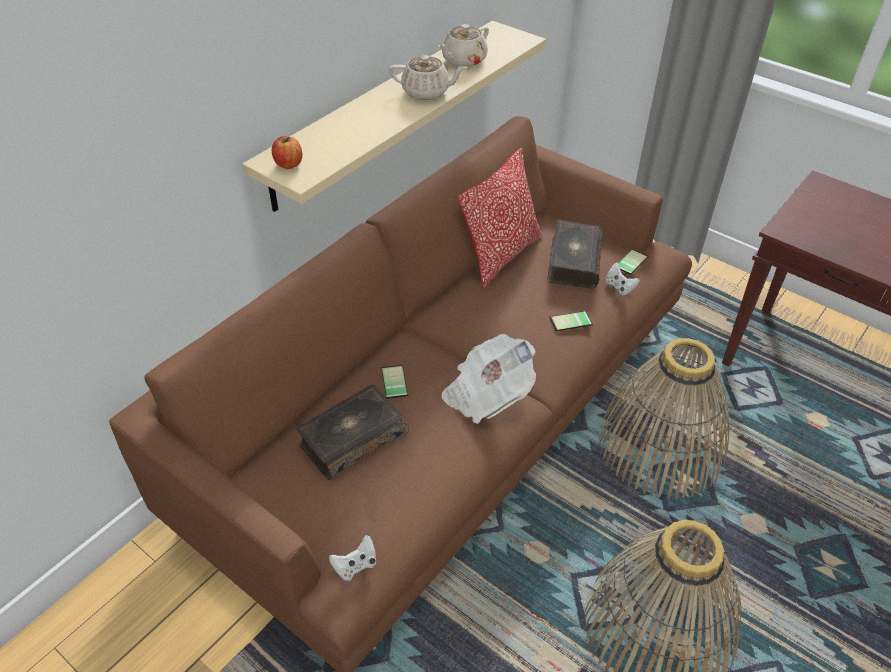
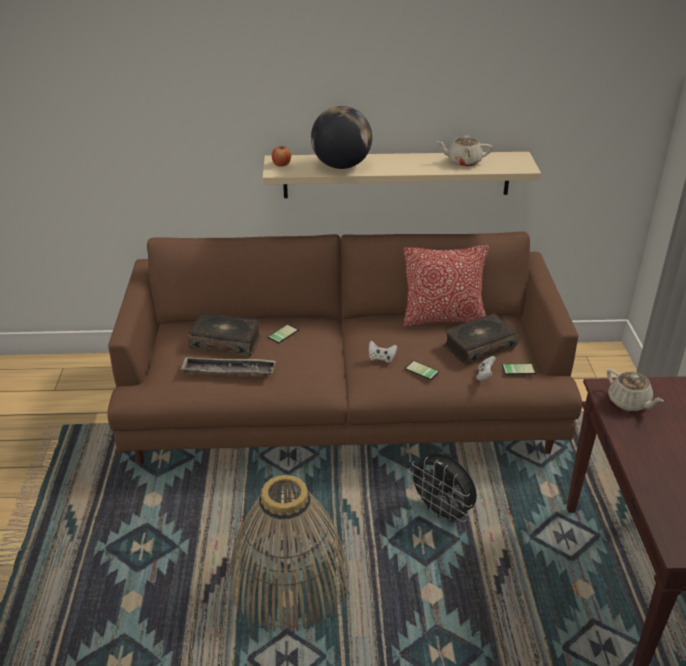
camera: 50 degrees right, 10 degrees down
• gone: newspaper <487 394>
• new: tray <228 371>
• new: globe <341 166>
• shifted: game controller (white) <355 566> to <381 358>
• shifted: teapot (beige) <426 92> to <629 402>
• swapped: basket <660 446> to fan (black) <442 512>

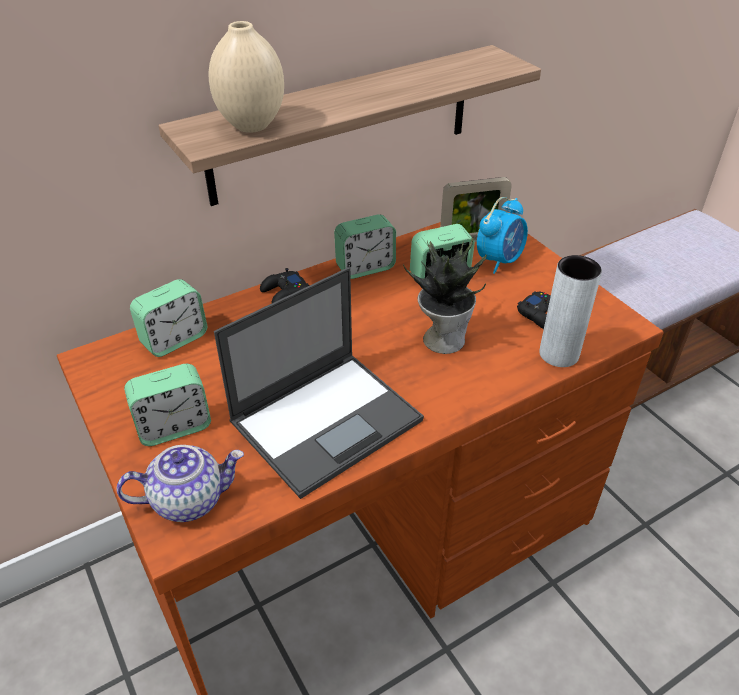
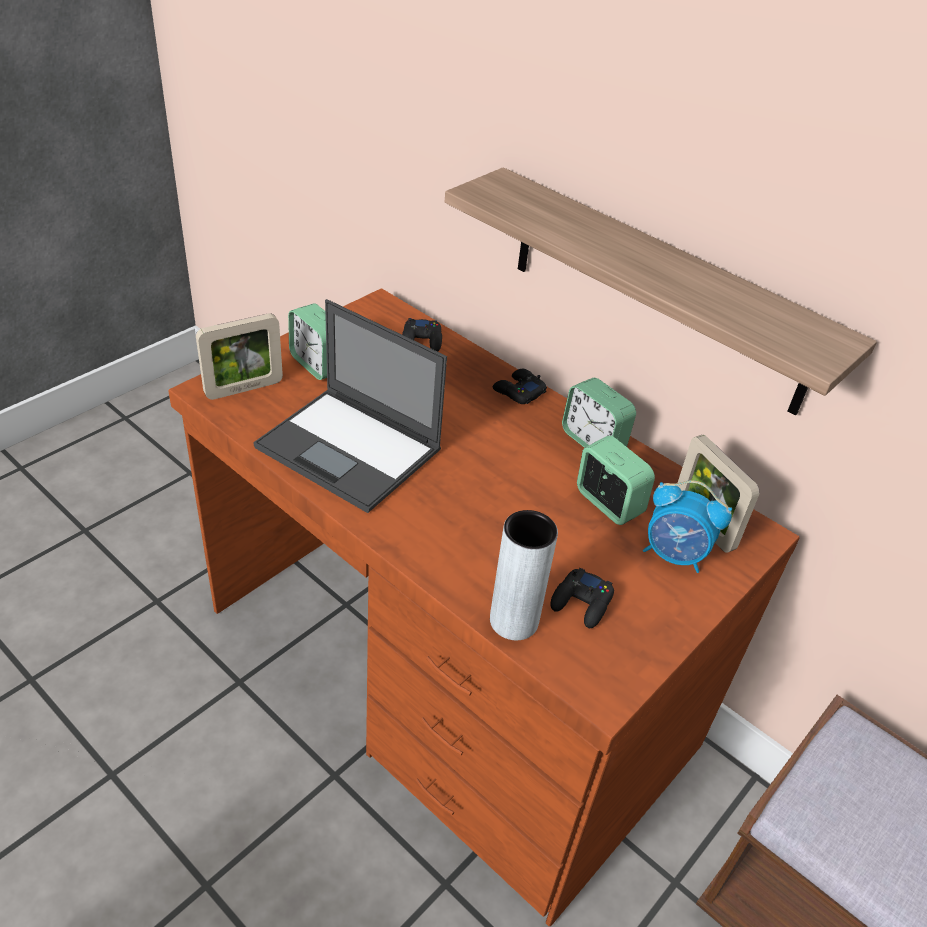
camera: 70 degrees right, 0 degrees up
• gone: vase (beige) <250 125>
• gone: potted plant <443 338>
• swapped: teapot <189 499> to picture frame <244 389>
• swapped: alarm clock <174 339> to game controller (black) <422 340>

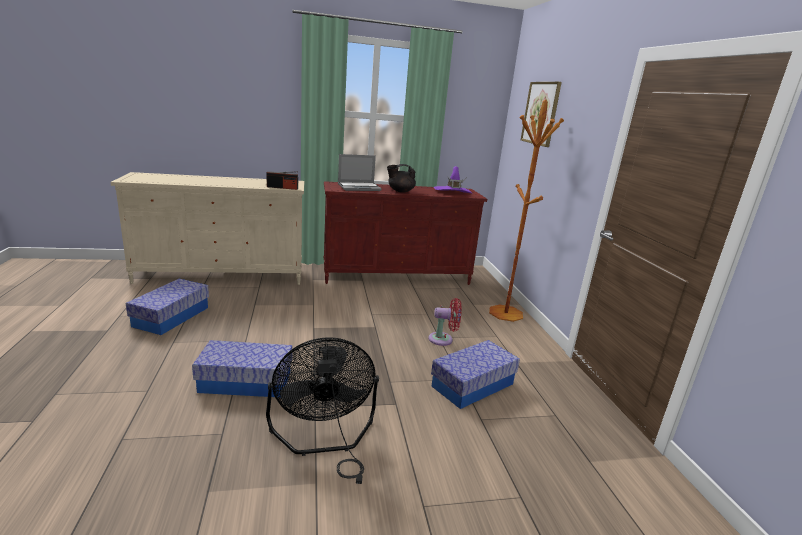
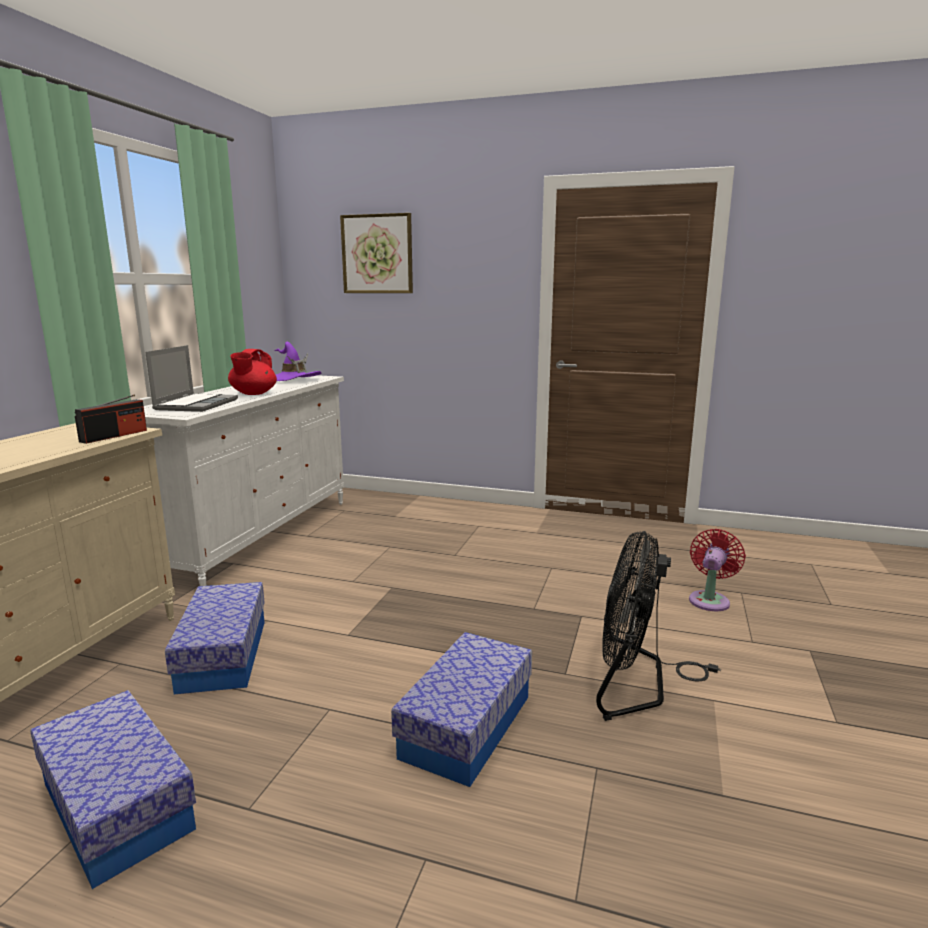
camera: 60 degrees left, 5 degrees down
• gone: clothes rack (orange) <506 313>
• shifted: fan (red) <443 339> to <710 599>
• shifted: storage box <472 385> to <223 655>
• repainted: dresser (red) <396 277> to dresser (white) <259 538>
• repainted: teapot (black) <400 191> to teapot (red) <253 394>

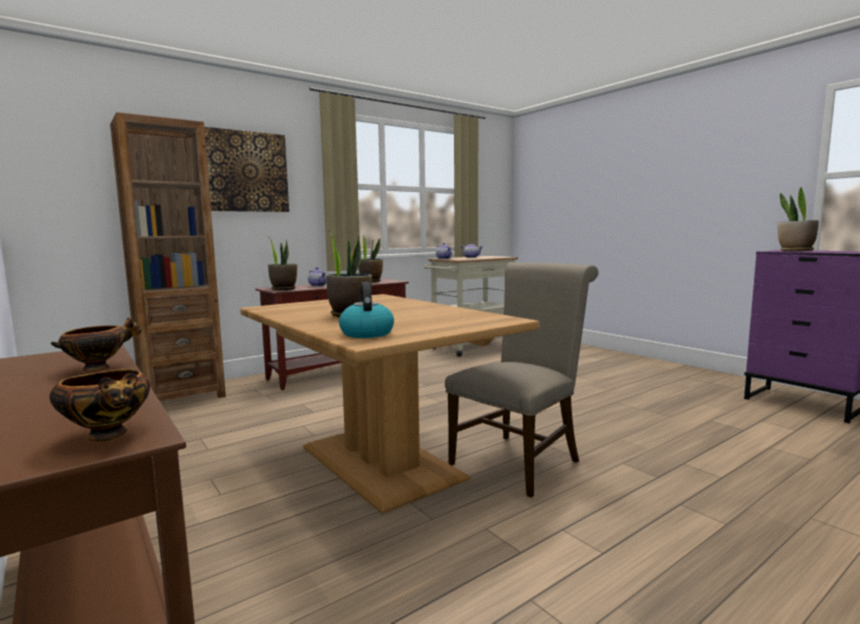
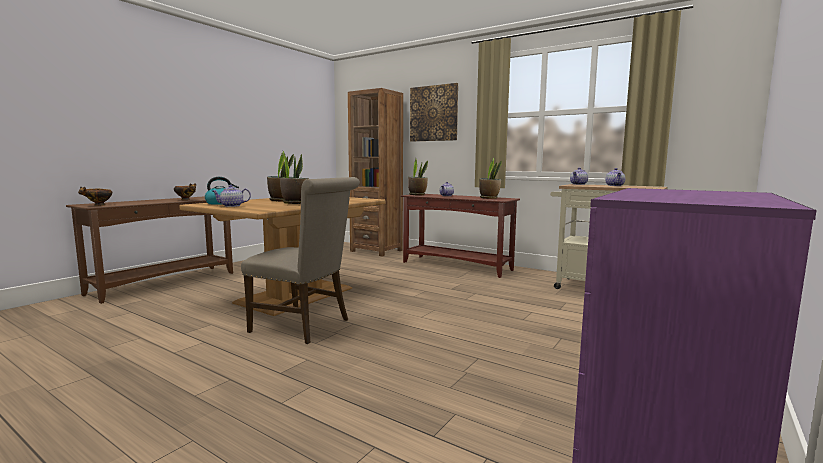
camera: 70 degrees right, 0 degrees up
• new: teapot <231 206>
• shifted: potted plant <795 251> to <295 203>

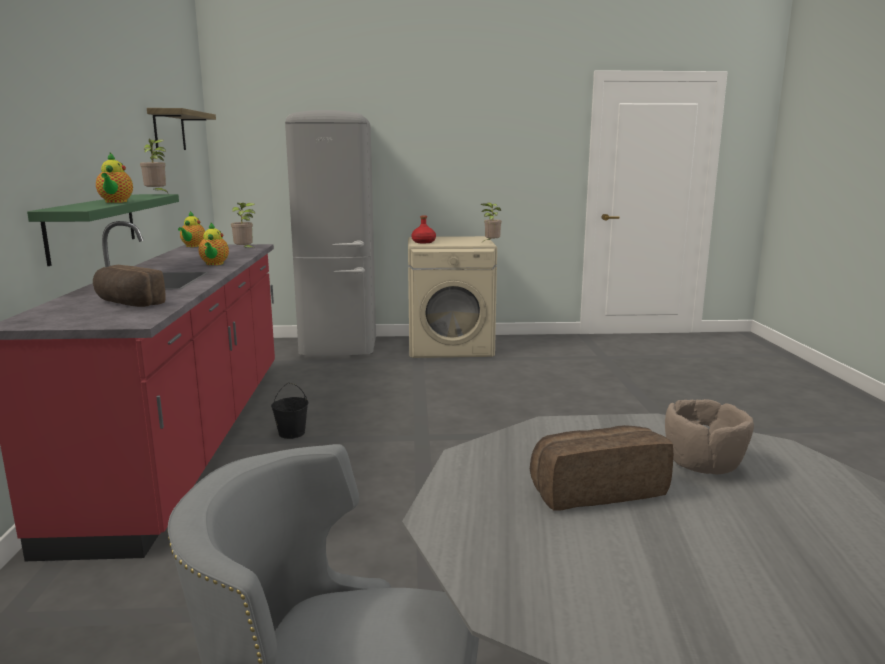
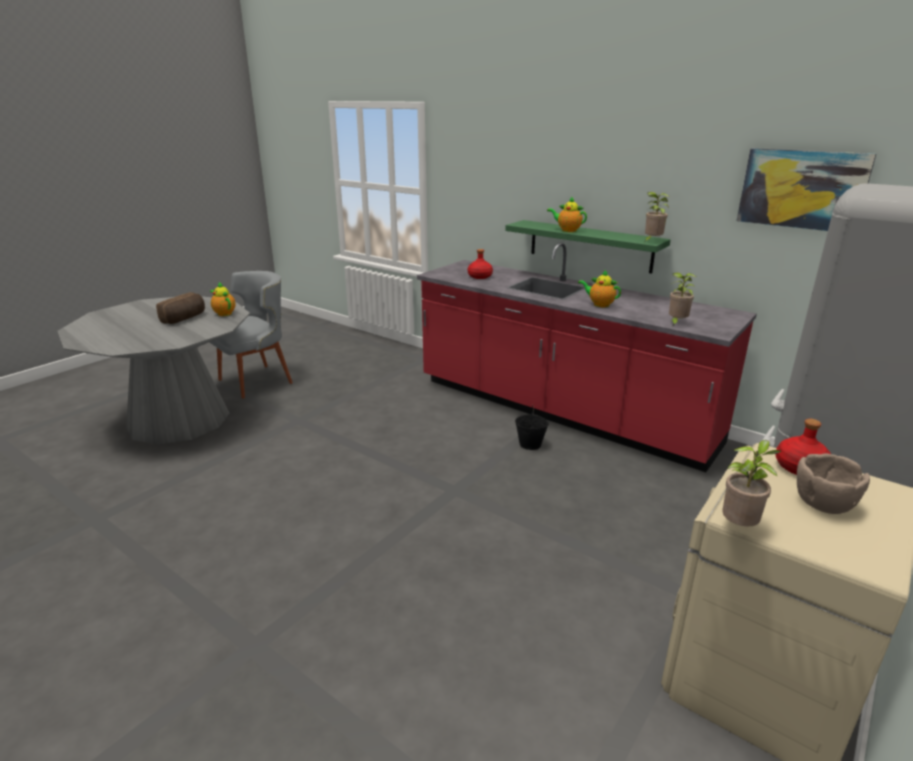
camera: 130 degrees right, 10 degrees up
• shifted: teapot <193 246> to <224 313>
• shifted: bowl (brown) <704 466> to <822 503>
• swapped: bread <127 303> to bottle (red) <480 276>
• swapped: shelf <169 130> to picture <802 189>

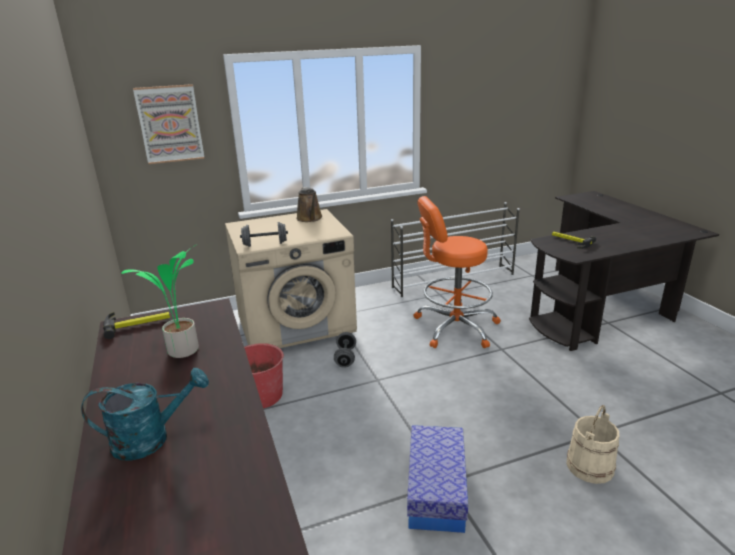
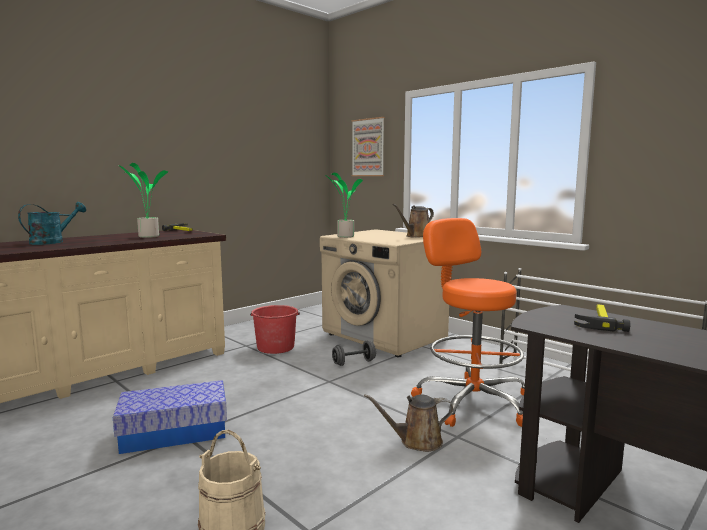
camera: 65 degrees right, 15 degrees down
• new: watering can (brown) <416 441>
• swapped: dumbbell (grey) <265 244> to potted plant <344 236>
• rotated: watering can (turquoise) <151 439> = <52 242> 105 degrees counterclockwise

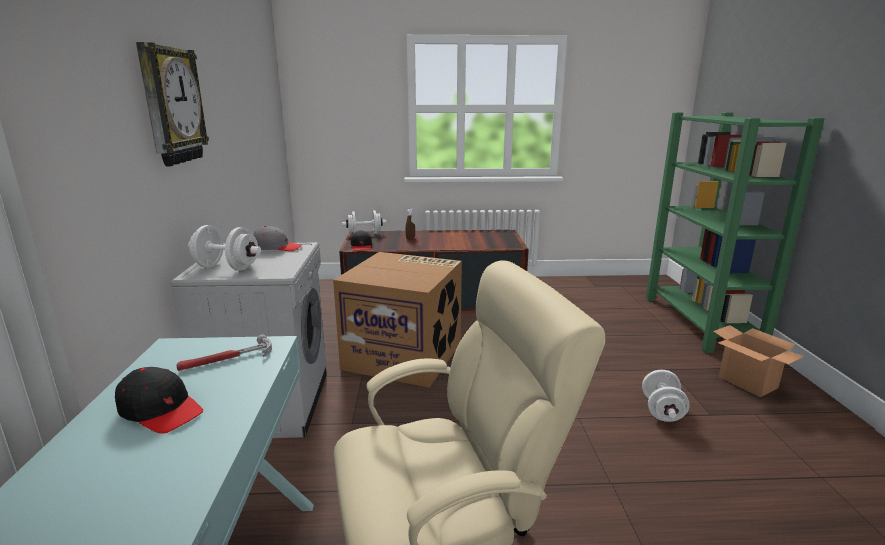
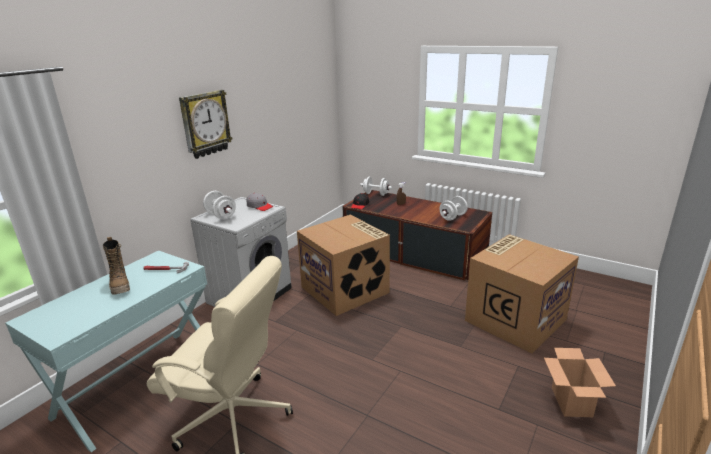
camera: 35 degrees right, 5 degrees up
• gone: bookcase (green) <700 322>
• new: cardboard box <515 319>
• shifted: dumbbell (white) <662 410> to <452 217>
• swapped: cap (black) <161 410> to boot <120 285>

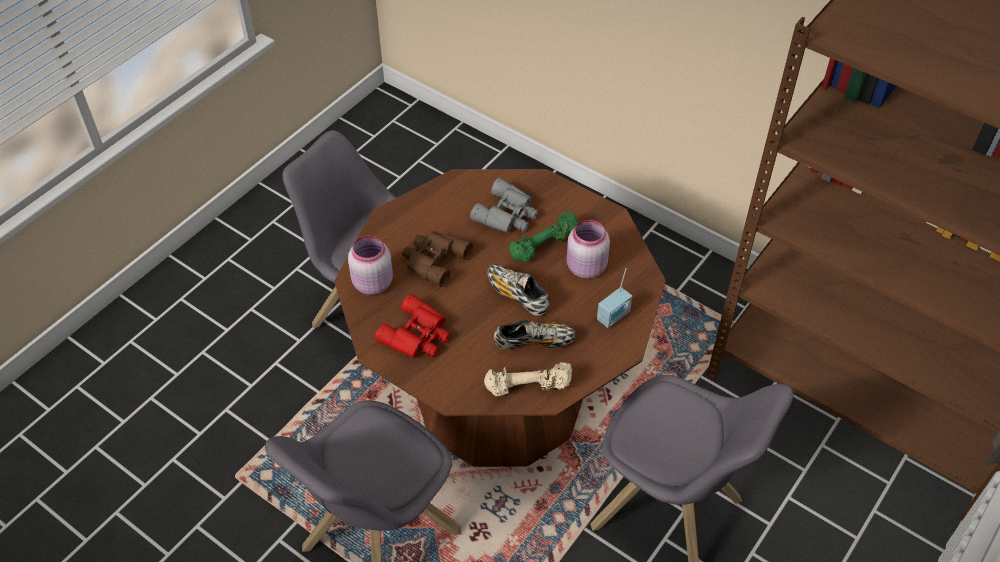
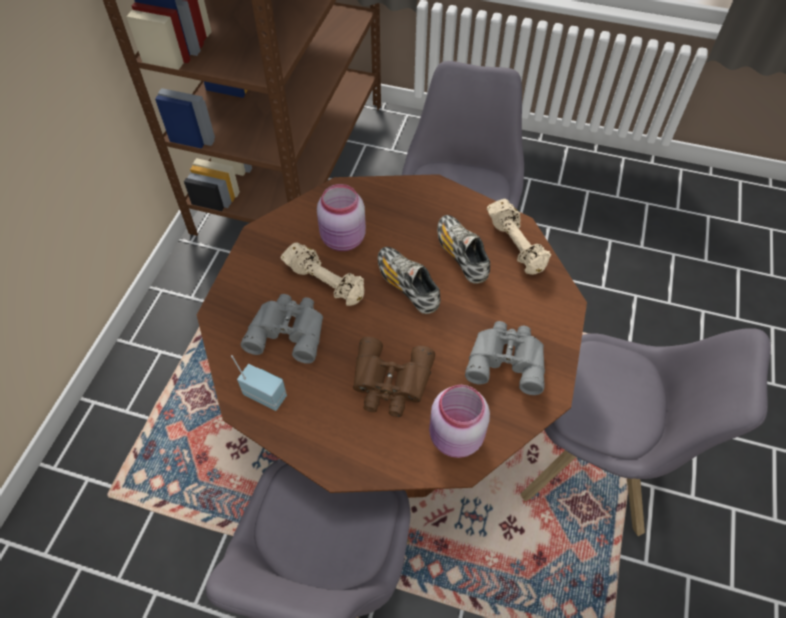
camera: 110 degrees left, 5 degrees up
• shifted: radio <614 317> to <266 394>
• repainted: binoculars (red) <418 335> to binoculars (grey) <506 359>
• repainted: dumbbell (green) <544 246> to dumbbell (beige) <326 282>
• rotated: shoe <517 295> = <407 286> 120 degrees clockwise

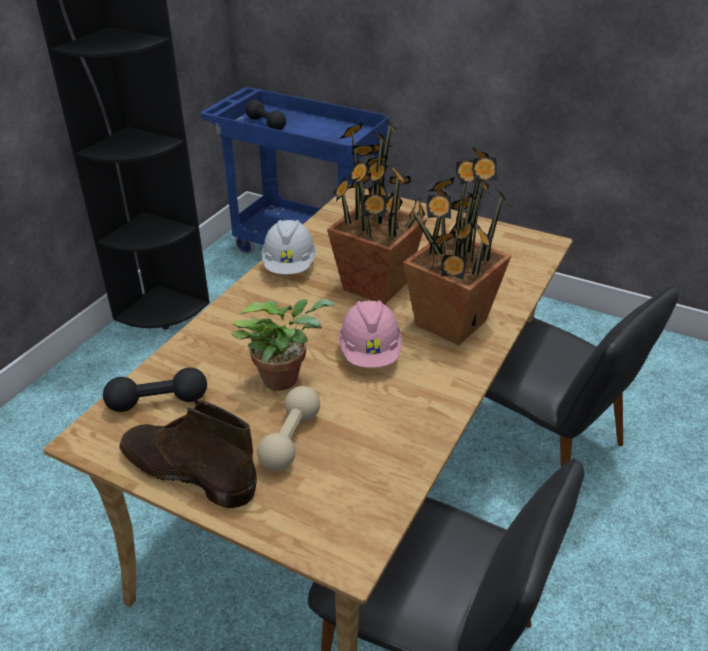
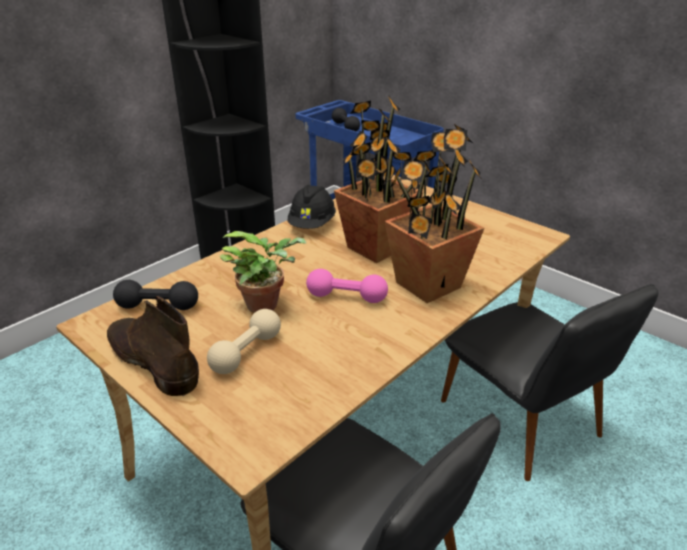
camera: 15 degrees right, 5 degrees down
• swapped: hard hat (pink) <370 352> to dumbbell (pink) <346 297>
• repainted: hard hat (white) <289 266> to hard hat (black) <312 224>

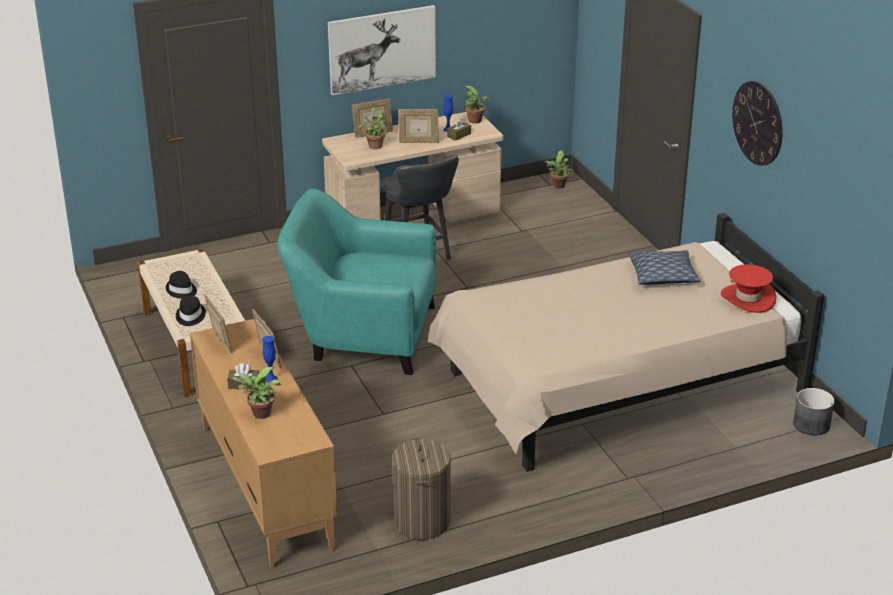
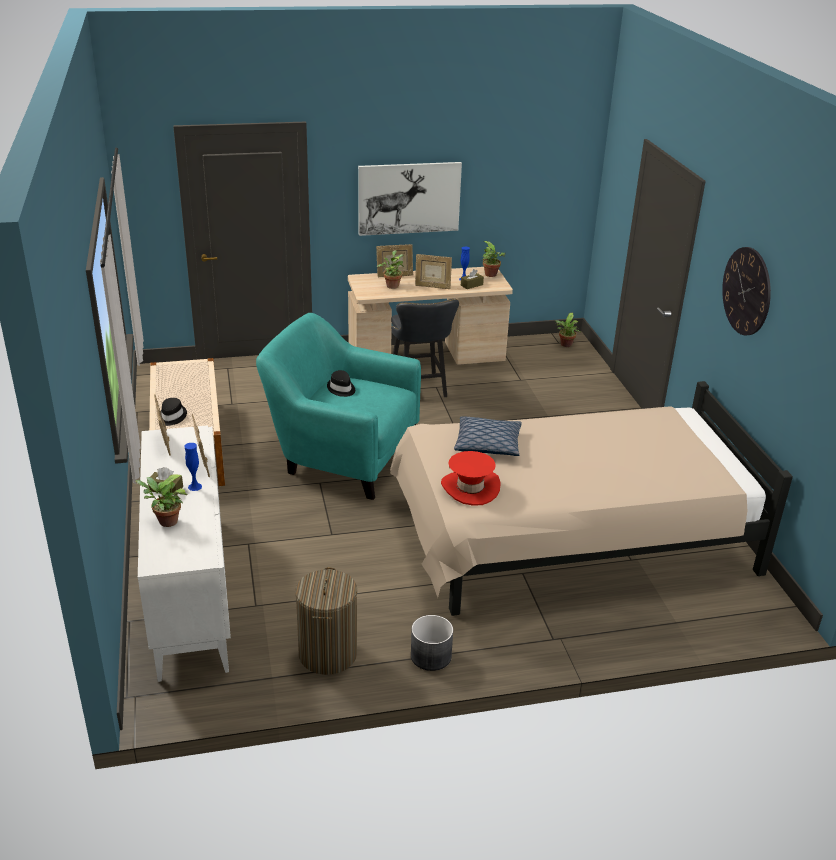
camera: 10 degrees right, 0 degrees up
• shifted: hat (black) <181 290> to <341 389>
• shifted: pillow <662 275> to <488 444>
• shifted: hat (red) <748 298> to <470 488>
• shifted: planter (grey) <811 424> to <431 655>
• repainted: dresser (brown) <264 487> to dresser (white) <189 592>

